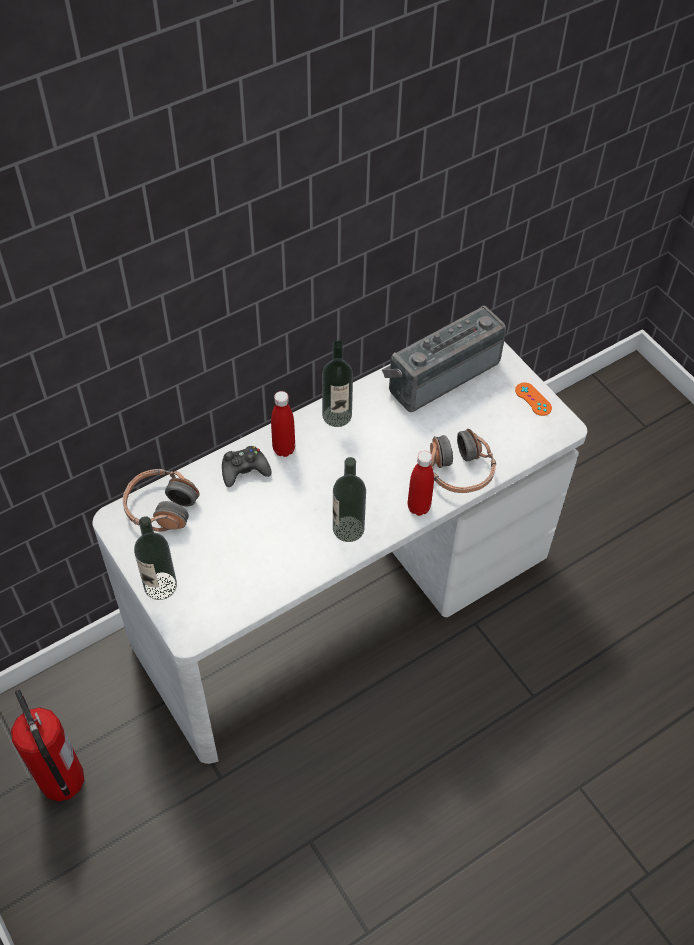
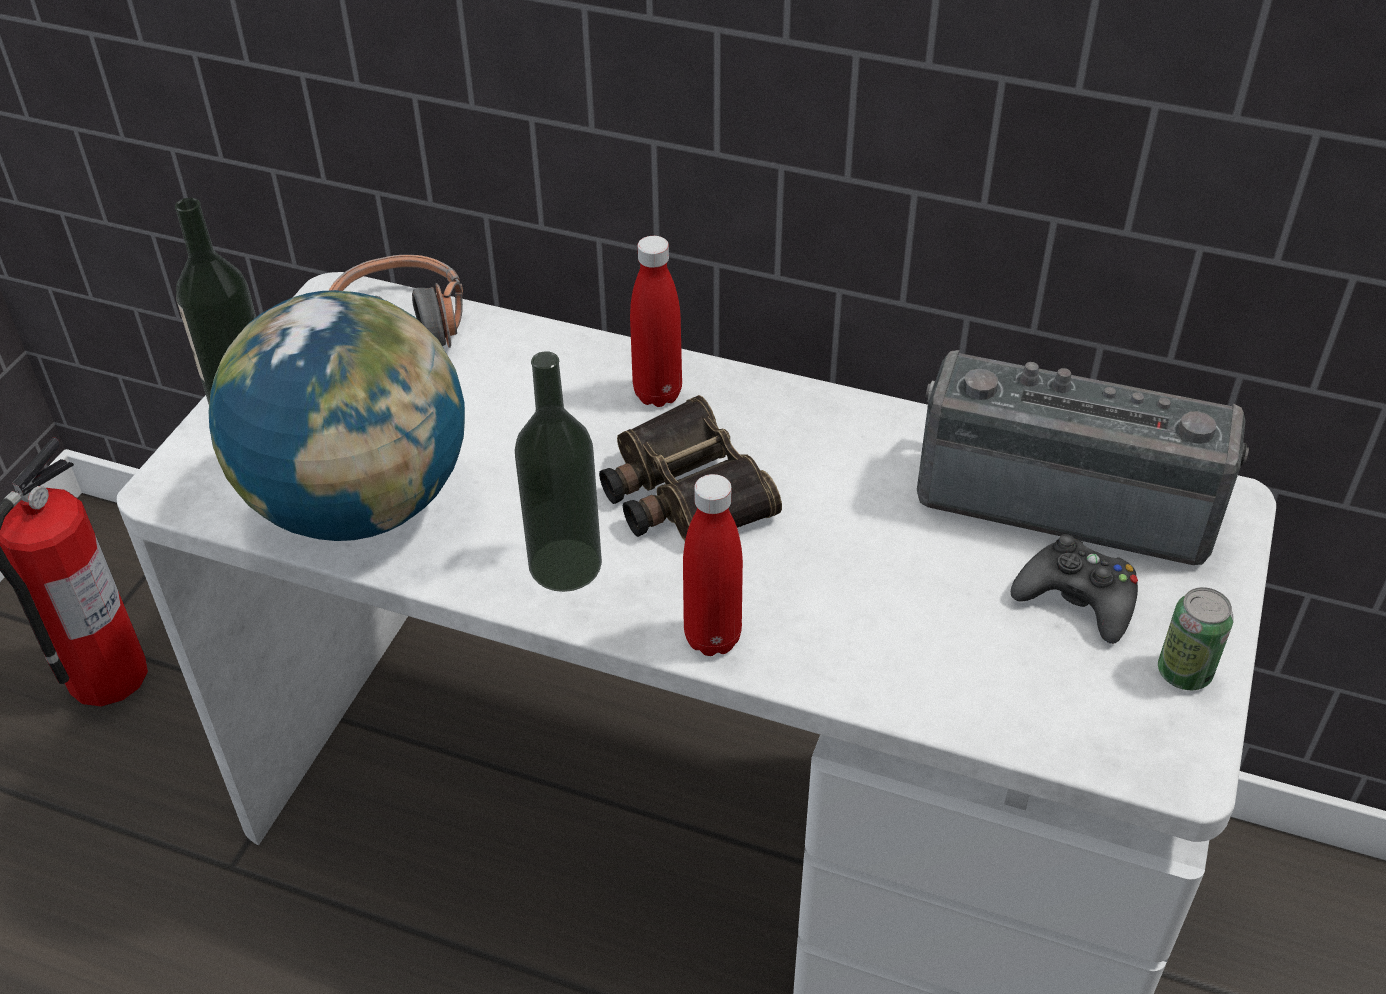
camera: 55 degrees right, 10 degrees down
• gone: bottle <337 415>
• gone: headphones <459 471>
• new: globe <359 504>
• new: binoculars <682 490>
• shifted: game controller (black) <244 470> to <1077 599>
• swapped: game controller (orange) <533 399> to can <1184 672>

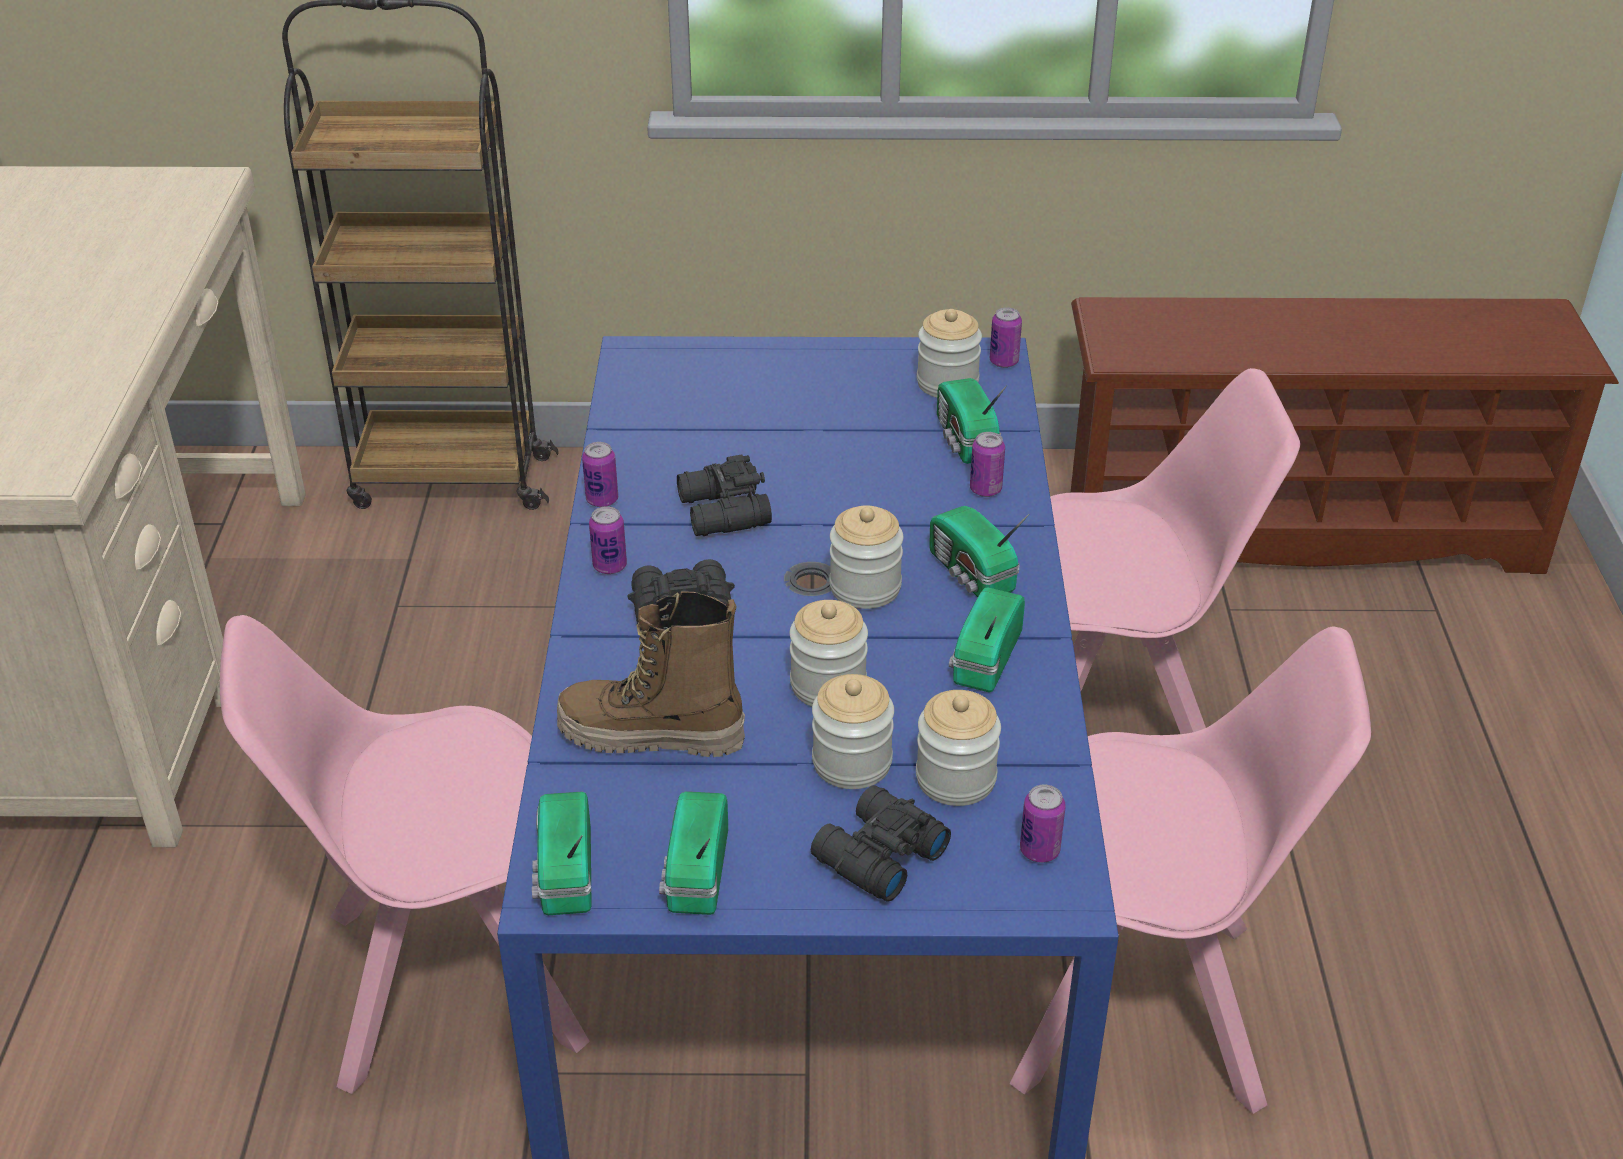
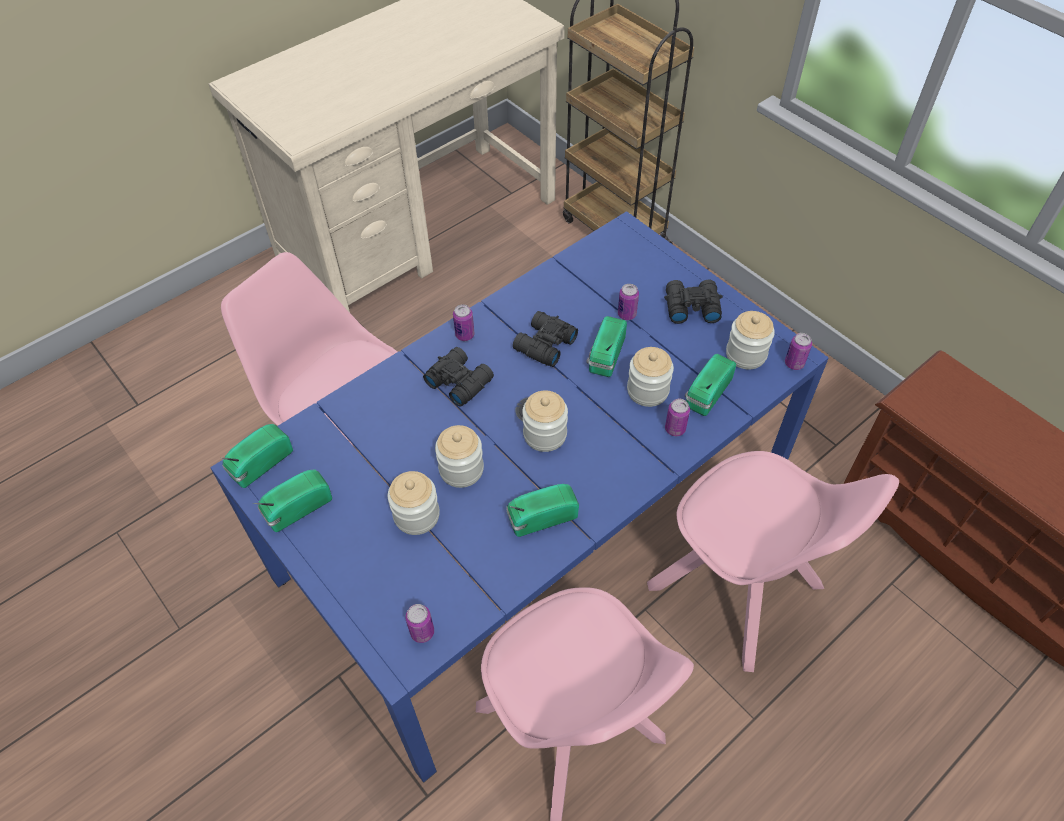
camera: 50 degrees right, 15 degrees up
• gone: boot <651 737>
• shifted: can <602 500> to <626 314>
• shifted: binoculars (black) <876 856> to <690 306>
• shifted: jar <955 779> to <647 390>
• shifted: radio <971 574> to <605 356>

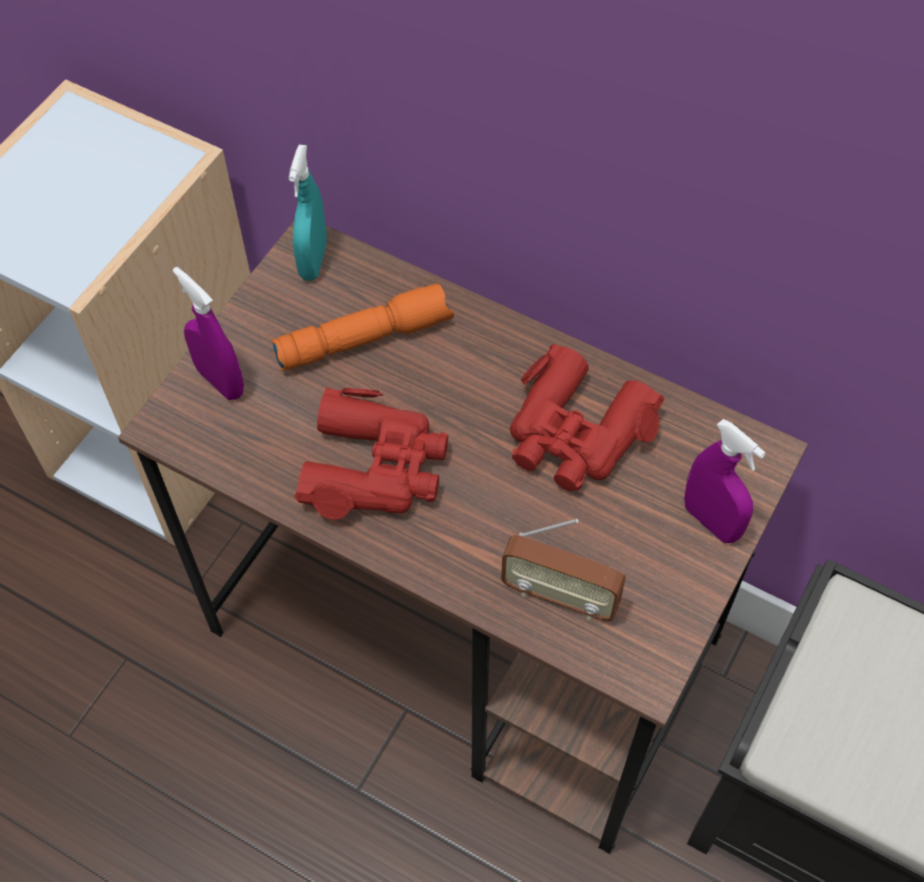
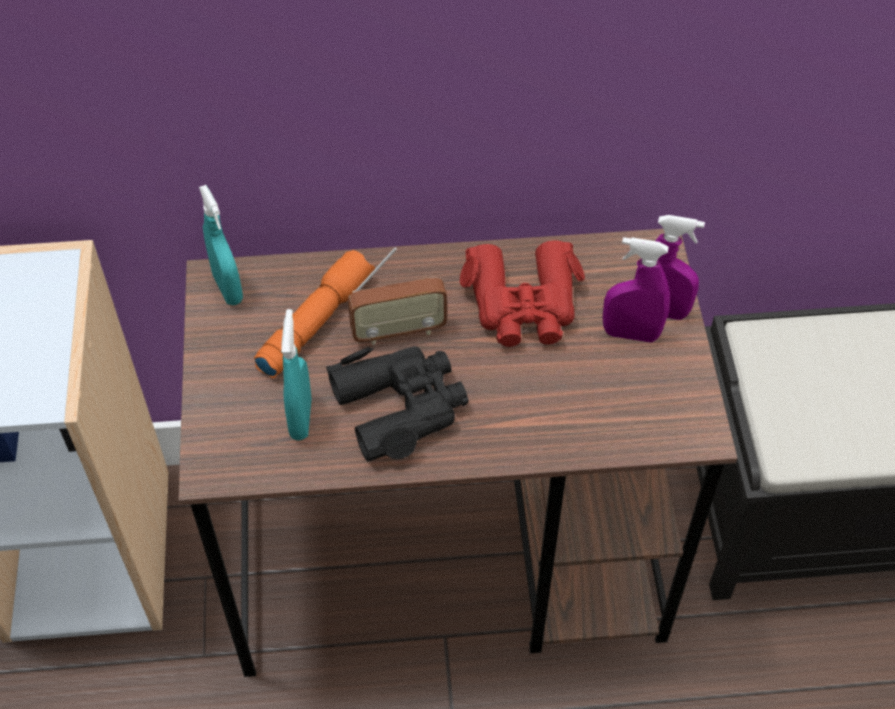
camera: 35 degrees left, 5 degrees down
• new: spray bottle (turquoise) <301 418>
• shifted: spray bottle (purple) <220 381> to <631 334>
• shifted: radio <560 596> to <398 331>
• repainted: binoculars (red) <376 466> to binoculars (black) <400 406>

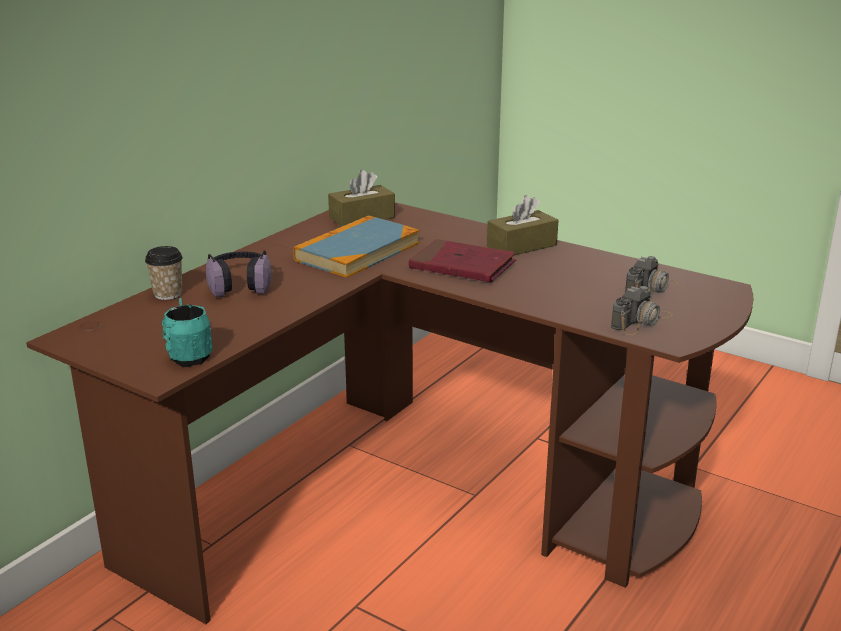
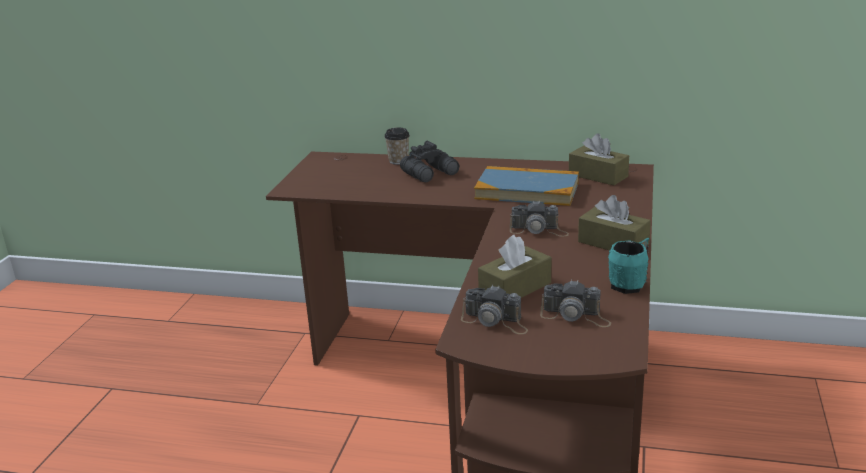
camera: 70 degrees right, 0 degrees up
• new: tissue box (brown) <515 288>
• shifted: mug (turquoise) <189 355> to <630 284>
• swapped: headphones <240 284> to binoculars (black) <431 173>
• swapped: book (red) <462 266> to photo camera <539 230>

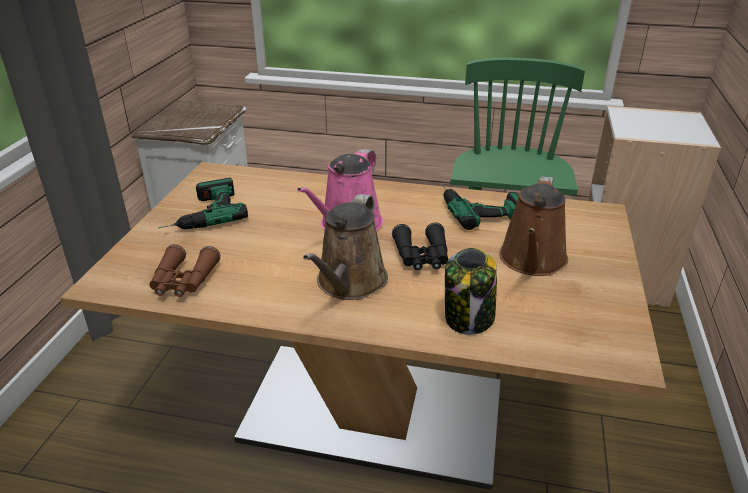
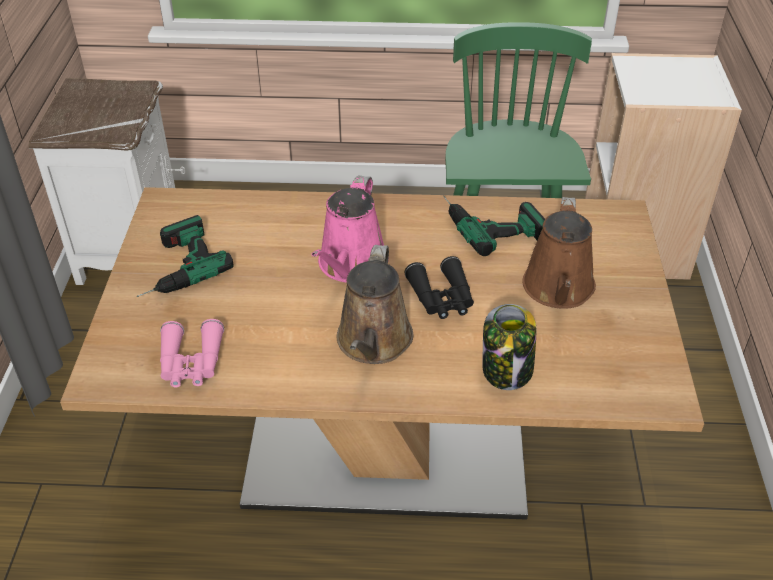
camera: 10 degrees left, 10 degrees up
• repainted: binoculars (brown) <183 281> to binoculars (pink) <191 363>

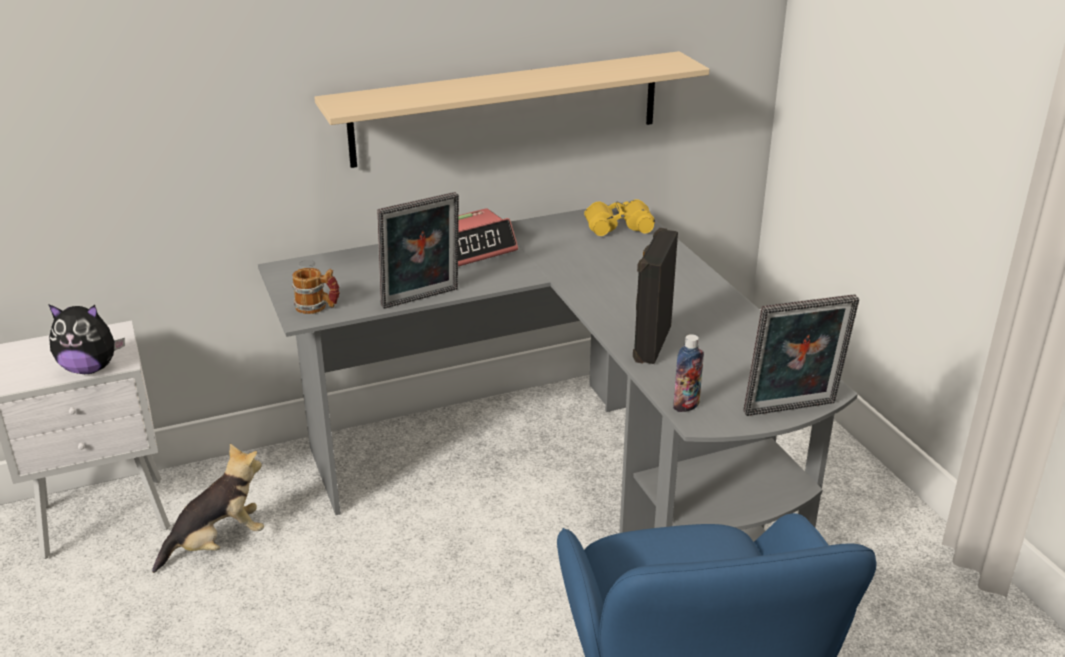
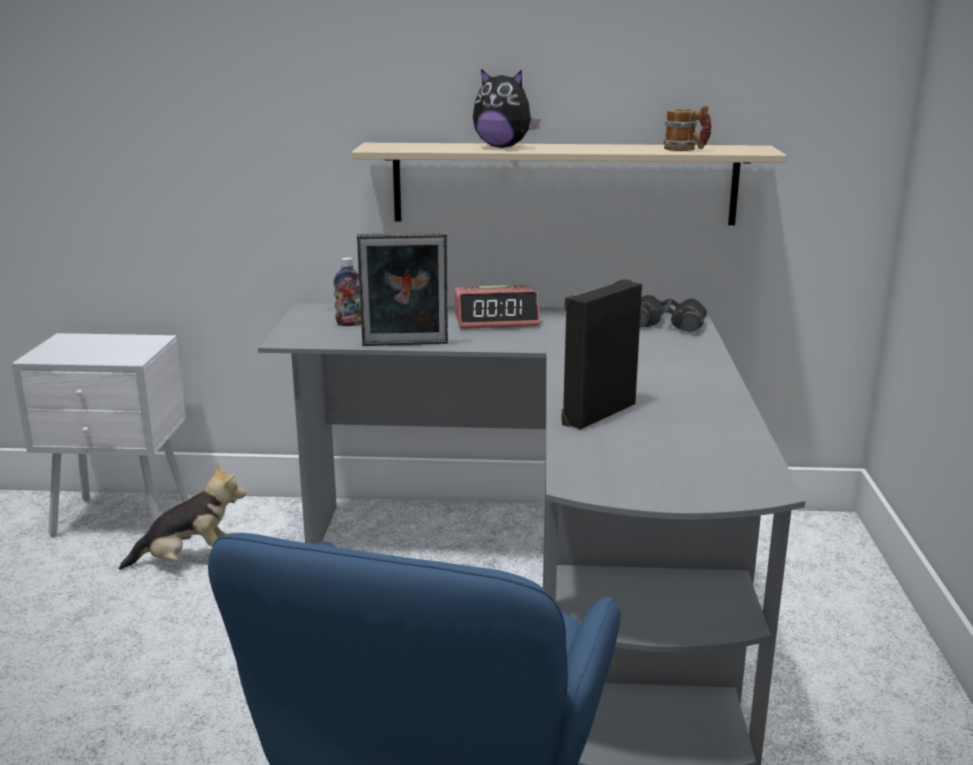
camera: 25 degrees right, 10 degrees down
• gone: picture frame <791 410>
• shifted: plush toy <90 368> to <503 147>
• shifted: mug <317 307> to <686 149>
• shifted: bottle <686 405> to <350 324>
• repainted: binoculars (yellow) <618 225> to binoculars (black) <667 323>

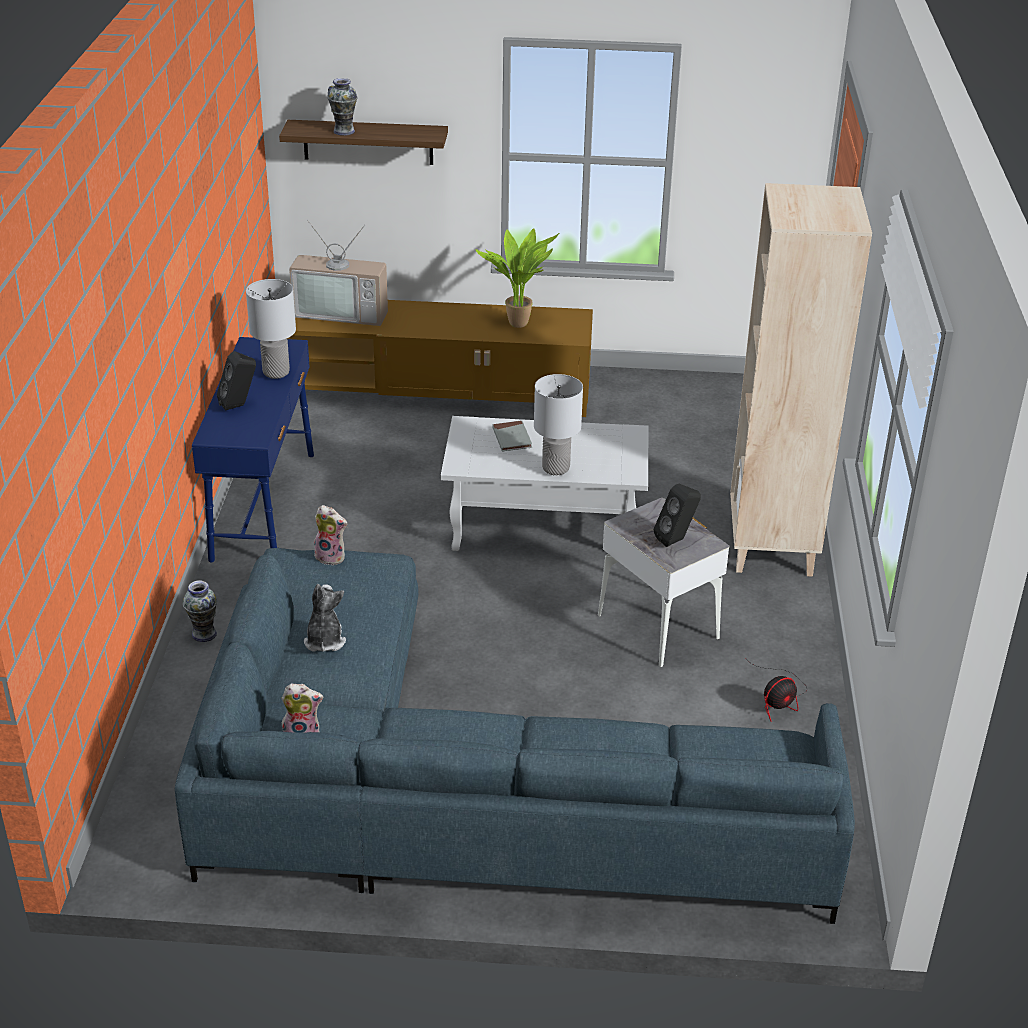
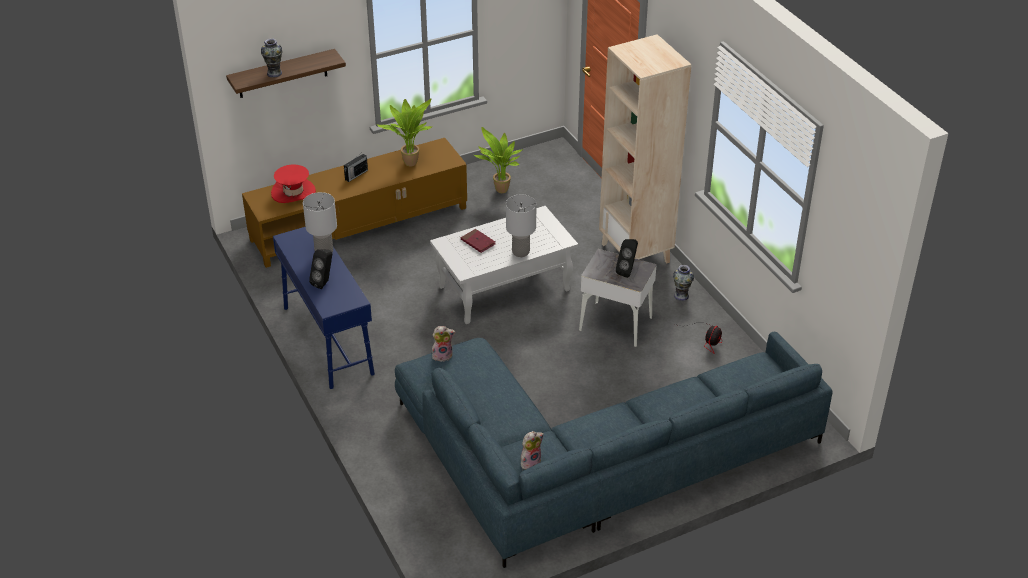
camera: 30 degrees left, 5 degrees up
• gone: plush toy <324 640>
• new: radio <356 175>
• new: potted plant <500 191>
• shifted: vase <204 634> to <681 295>
• swapped: television <343 311> to hat (red) <293 192>
• repainted: book (grey) <512 438> to book (red) <478 242>

